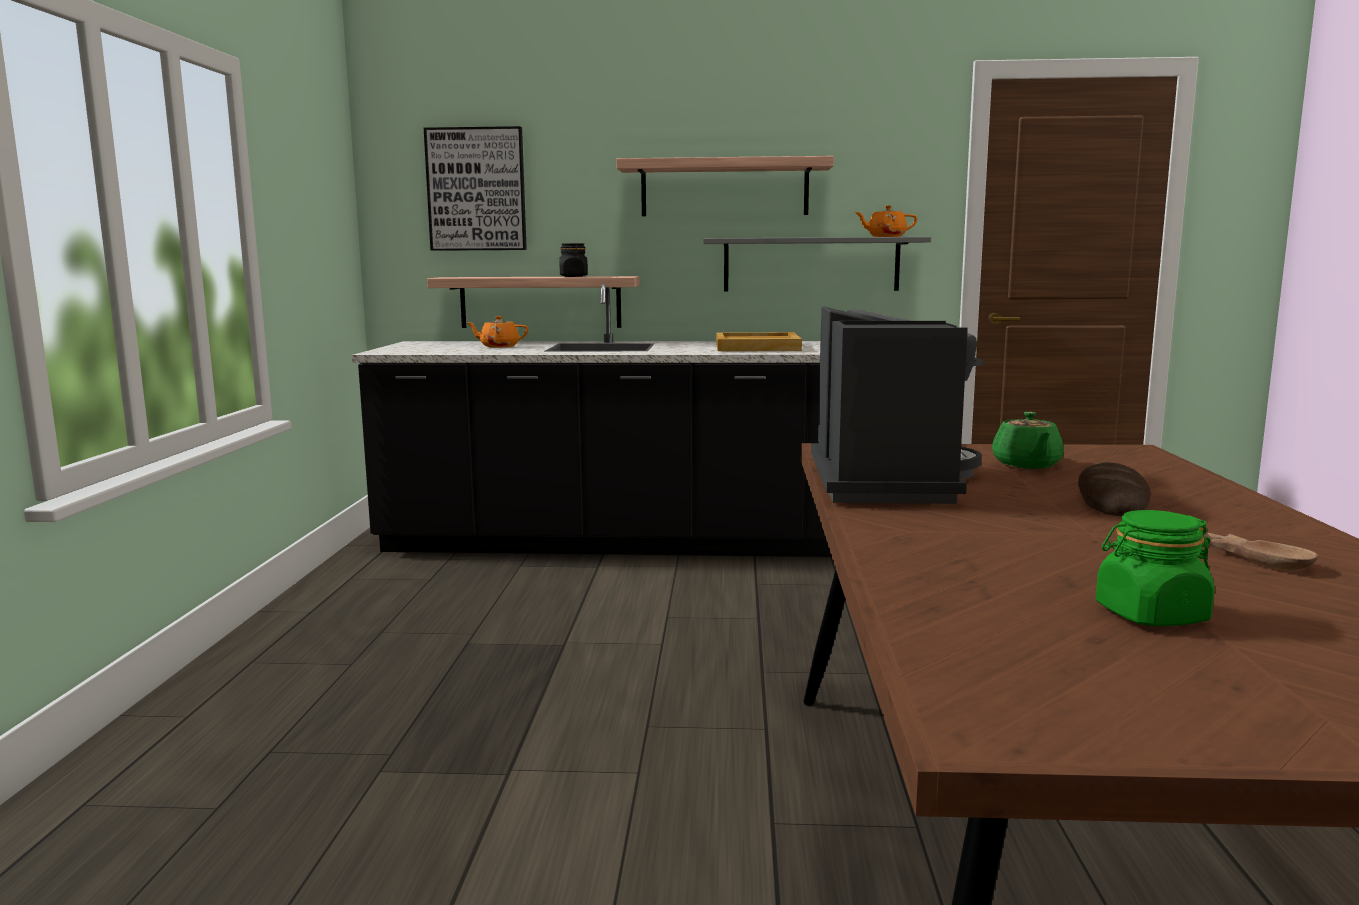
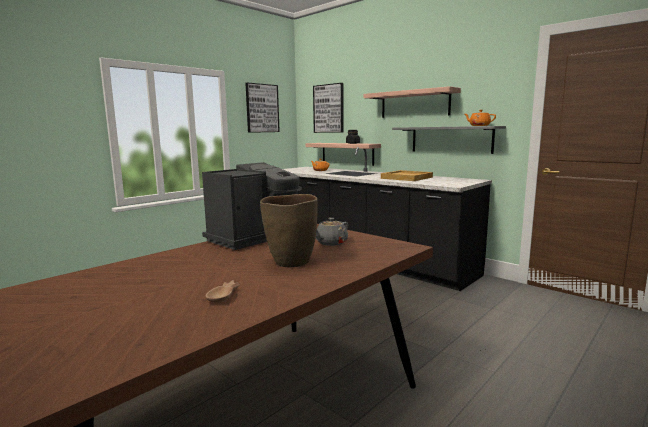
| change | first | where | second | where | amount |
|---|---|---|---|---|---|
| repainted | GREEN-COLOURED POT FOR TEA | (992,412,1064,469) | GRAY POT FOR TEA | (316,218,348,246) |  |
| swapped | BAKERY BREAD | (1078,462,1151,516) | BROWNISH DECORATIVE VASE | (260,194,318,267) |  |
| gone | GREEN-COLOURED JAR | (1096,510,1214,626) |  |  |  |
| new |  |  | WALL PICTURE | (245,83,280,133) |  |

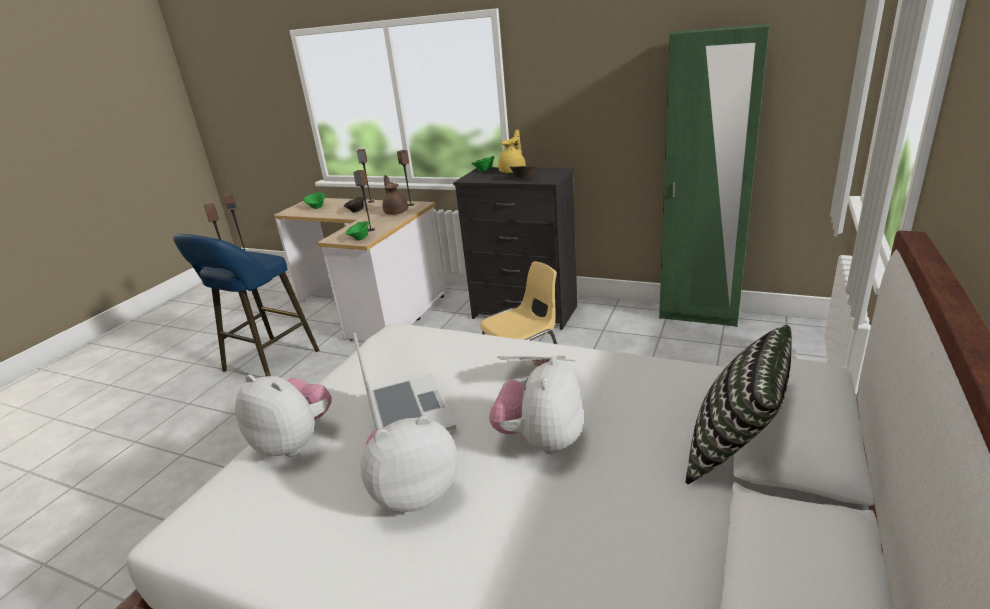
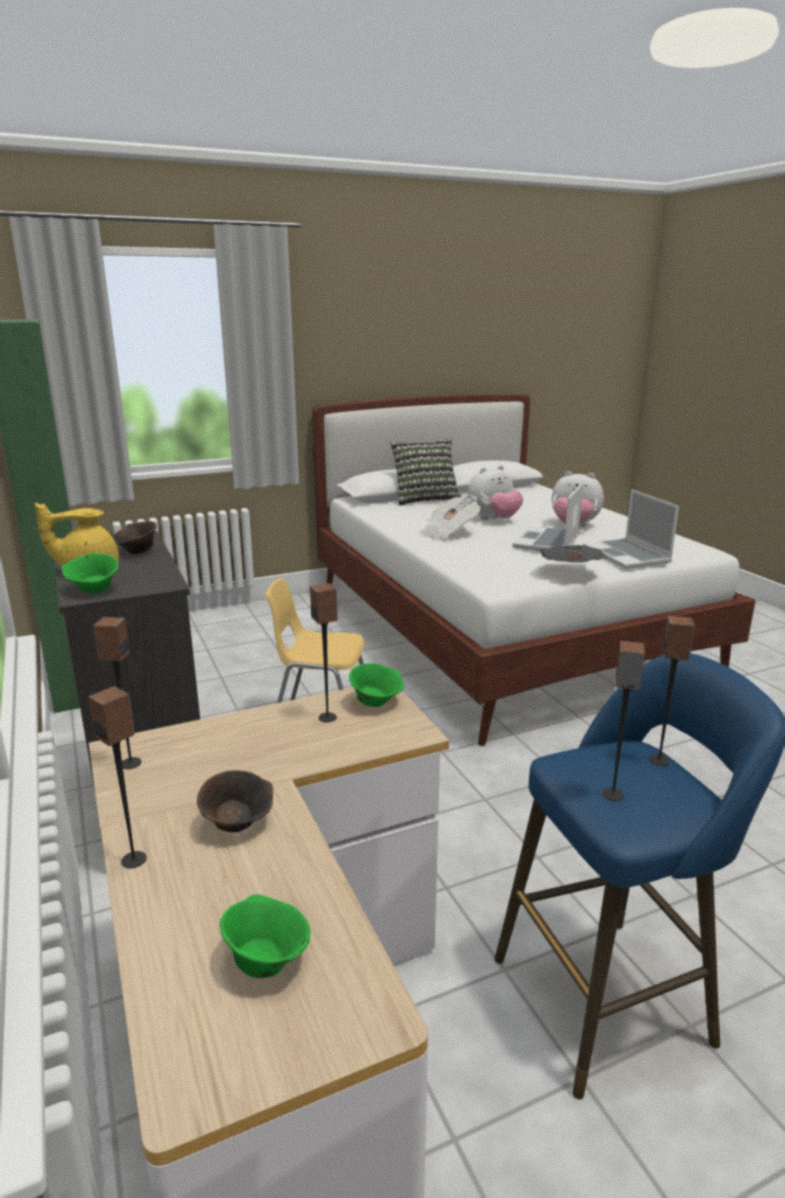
| change | first | where | second | where | amount |
|---|---|---|---|---|---|
| swapped | CUDDLY TOY | (235,374,332,457) | PORTABLE COMPUTER | (583,489,679,569) |  |
| gone | BROWNISH POT FOR TEA | (382,175,408,215) |  |  |  |
| new |  |  | NEWSPAPER | (538,545,607,563) |  |

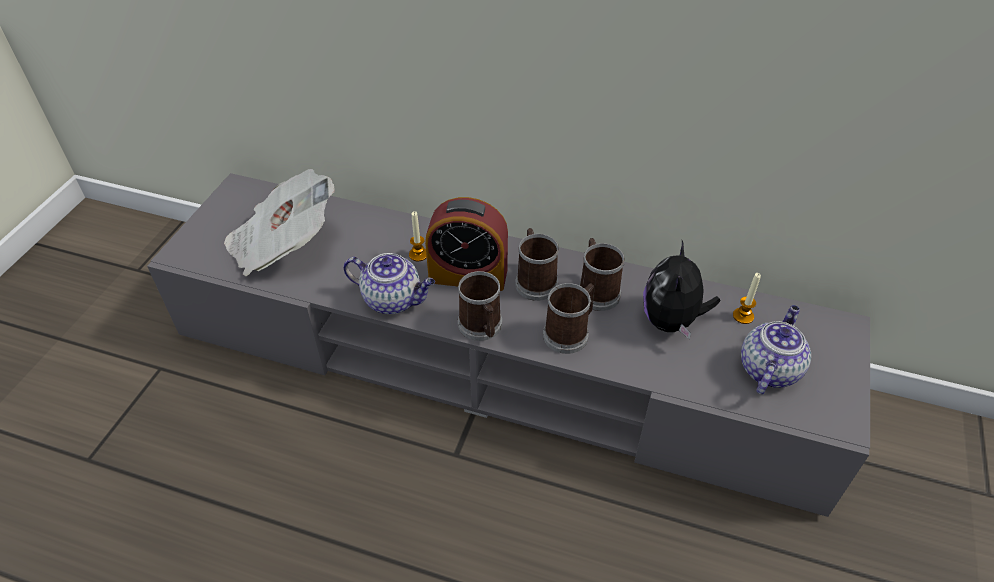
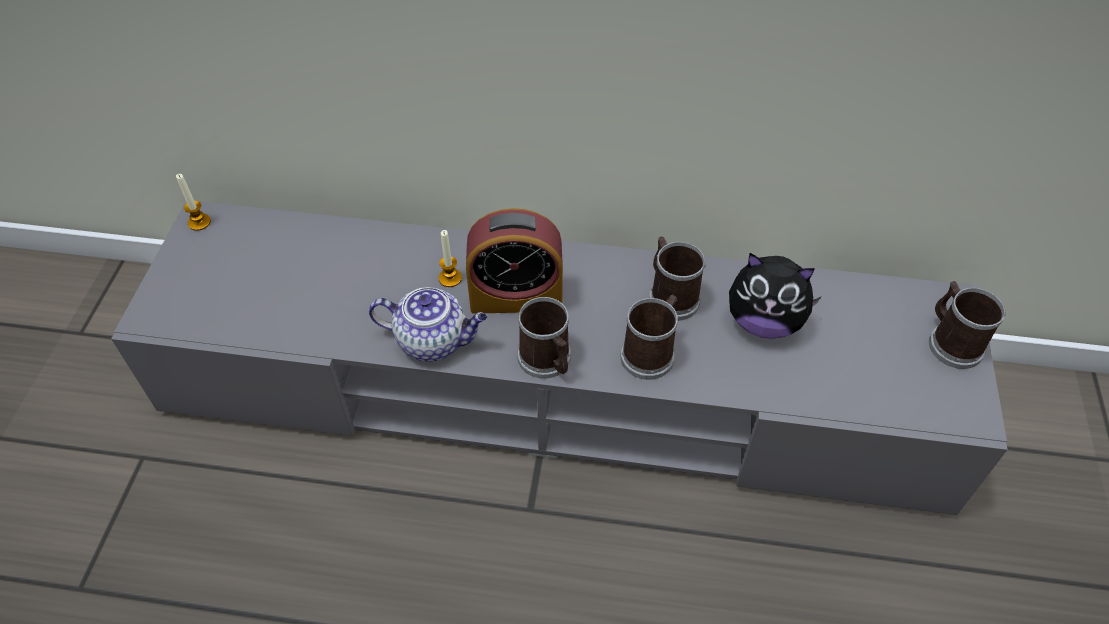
| change | first | where | second | where | amount |
|---|---|---|---|---|---|
| gone | NEWSPAPER | (224,169,335,277) |  |  |  |
| shifted | COFFEE MUG | (515,228,559,301) |  | (929,281,1006,369) |  |
| rotated | CUDDLY TOY | (643,241,720,339) |  | (729,253,822,339) | 75 degrees counterclockwise |
| shifted | CANDLE | (733,273,761,324) |  | (176,174,211,231) |  |
| gone | POT FOR TEA | (741,305,811,394) |  |  |  |

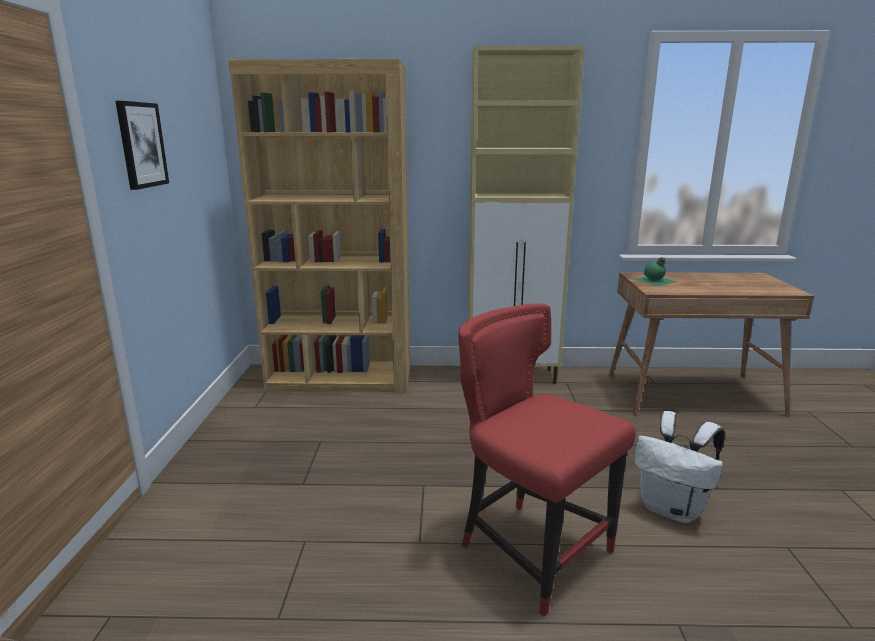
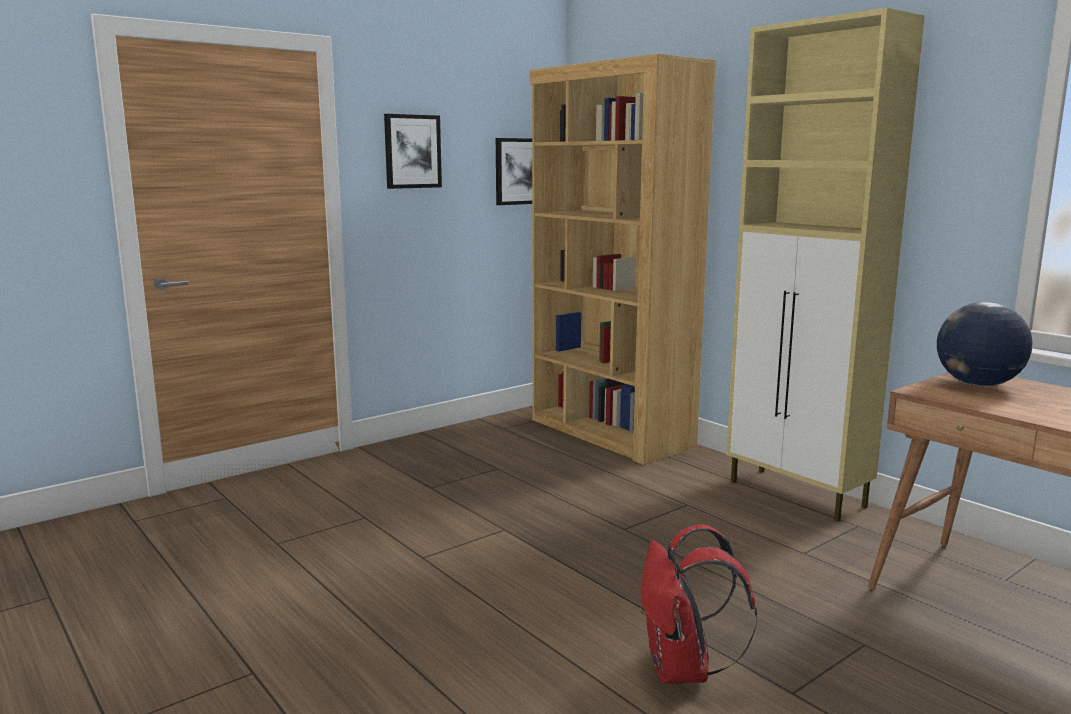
| change | first | where | second | where | amount |
|---|---|---|---|---|---|
| gone | RED-COLOURED CHAIR | (458,303,636,616) |  |  |  |
| swapped | GREEN-COLOURED BEVERAGE BOTTLE | (633,257,678,286) | GLOBE | (937,302,1033,386) |  |
| repainted | WHITE RUCKSACK | (634,411,725,523) | RED-COLOURED RUCKSACK | (640,524,757,684) |  |
| new |  |  | WALL PICTURE | (496,138,532,205) |  |

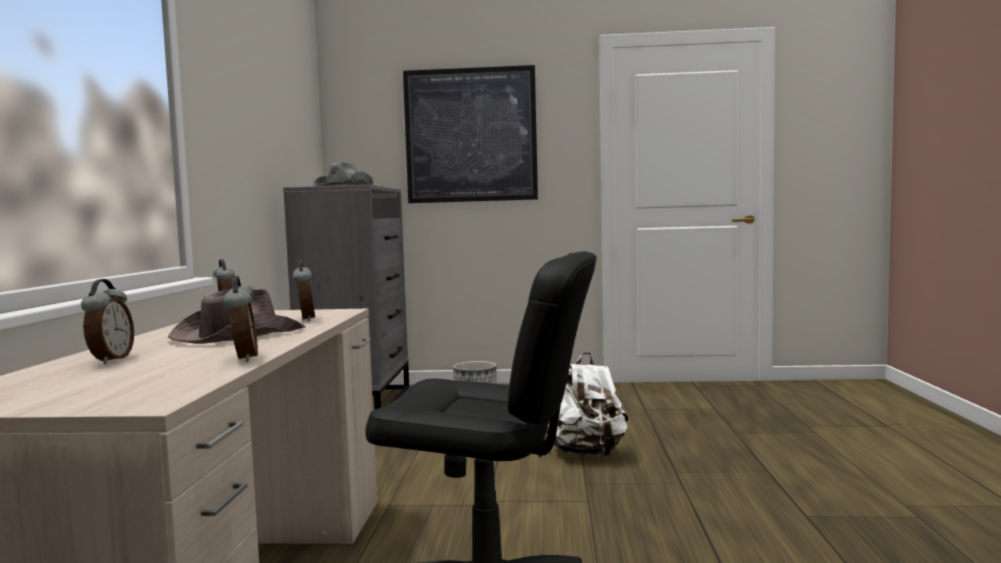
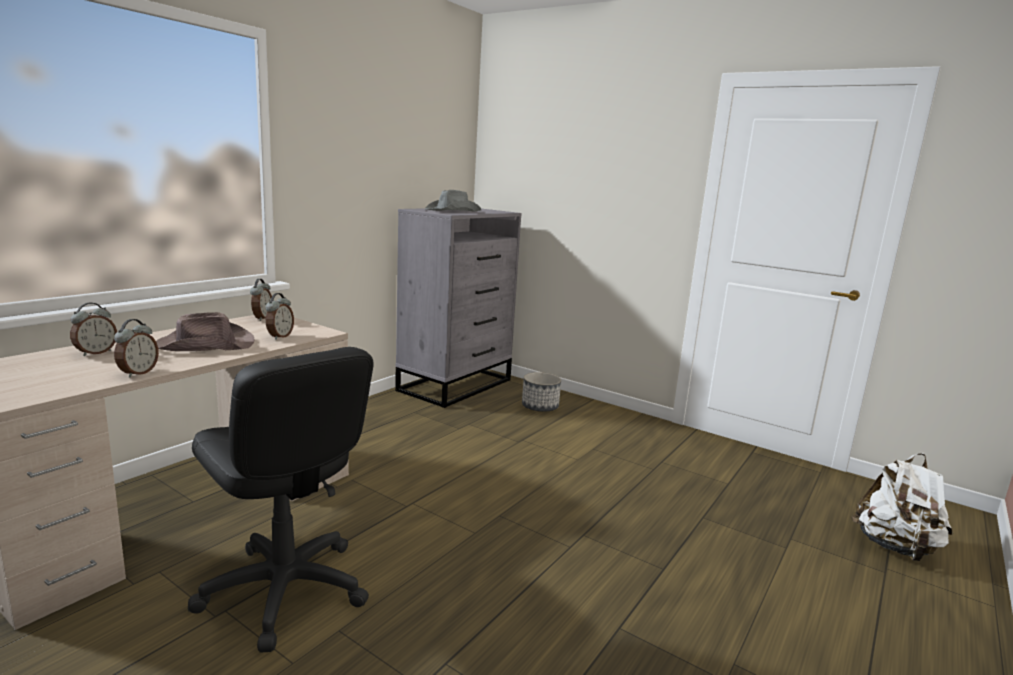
| change | first | where | second | where | amount |
|---|---|---|---|---|---|
| gone | WALL PICTURE | (403,65,538,203) |  |  |  |
| shifted | WHITE RUCKSACK | (544,352,629,456) |  | (851,453,953,561) |  |

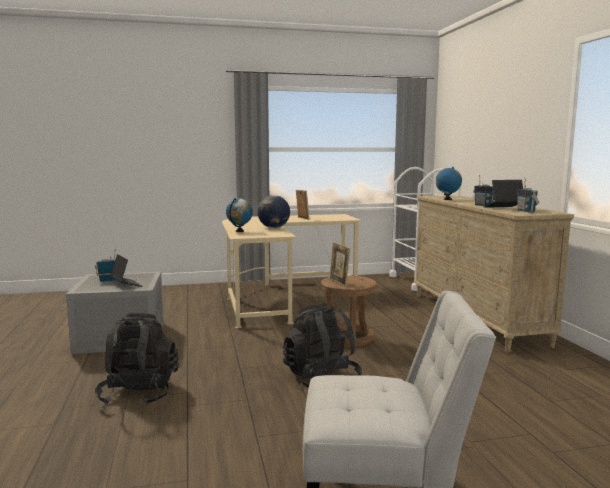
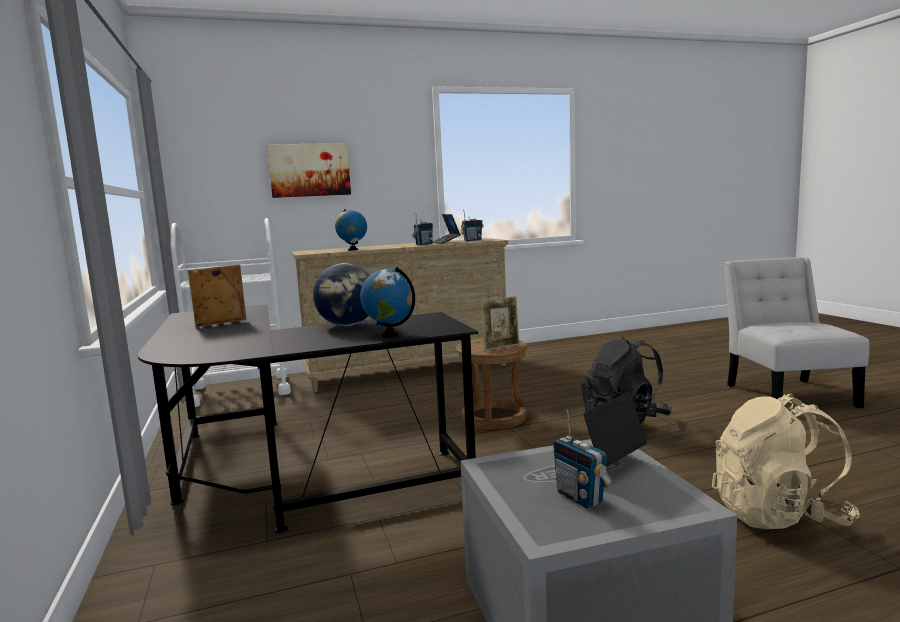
| change | first | where | second | where | amount |
|---|---|---|---|---|---|
| repainted | BLACK RUCKSACK | (95,313,179,405) | BEIGE-COLOURED RUCKSACK | (712,394,860,529) |  |
| repainted | BEIGE-COLOURED DESK UNIT | (222,214,361,328) | BLACK DESK UNIT | (138,305,478,533) |  |
| new |  |  | WALL PICTURE | (267,143,351,198) |  |

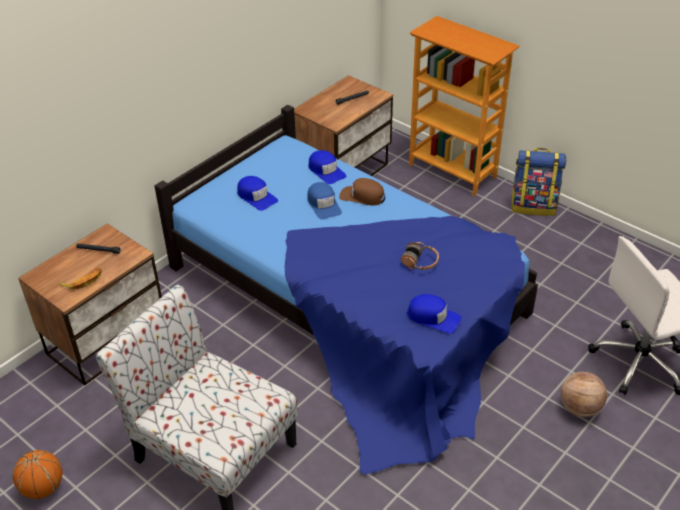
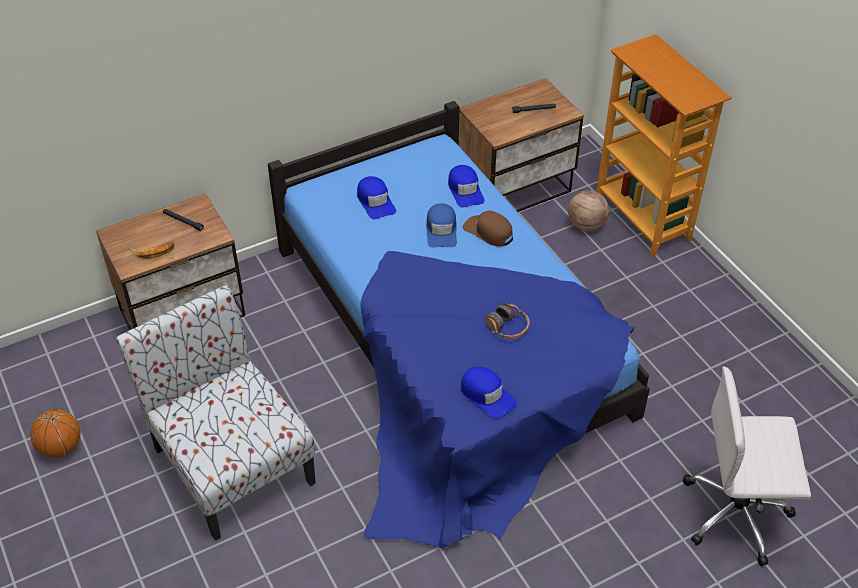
| change | first | where | second | where | amount |
|---|---|---|---|---|---|
| gone | RUCKSACK | (511,148,566,216) |  |  |  |
| shifted | BASKETBALL | (561,372,607,417) |  | (568,190,609,231) |  |

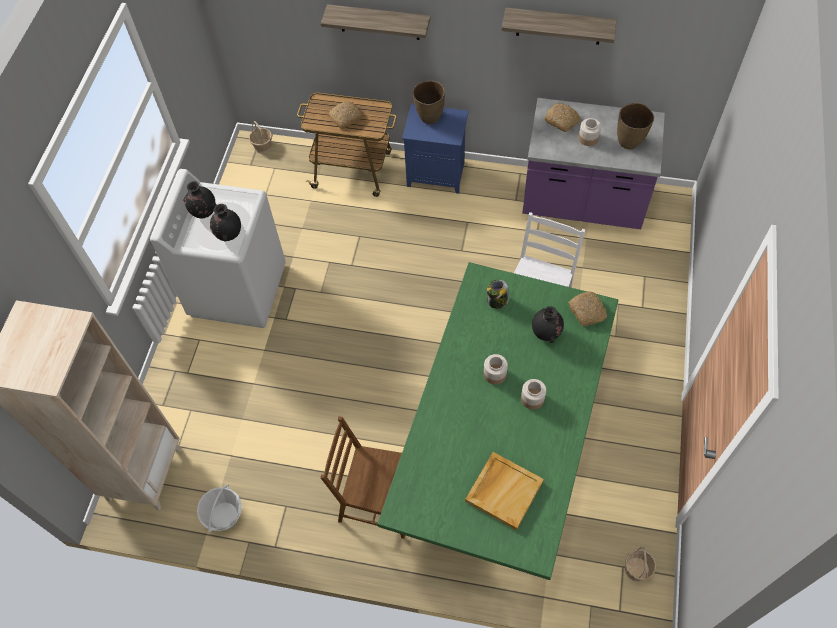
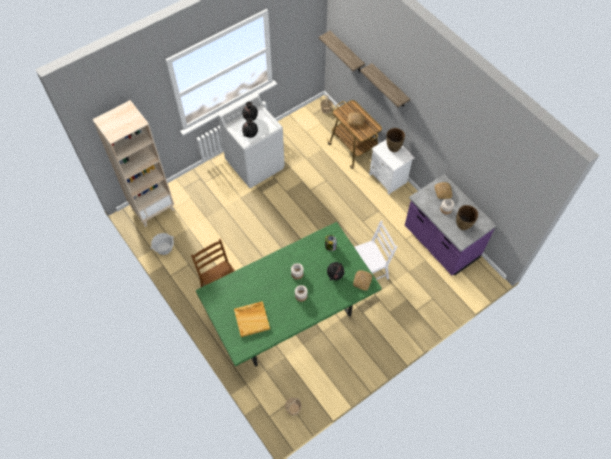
| change | first | where | second | where | amount |
|---|---|---|---|---|---|
| repainted | BLUE BEDSIDE TABLE | (402,104,469,194) | WHITE BEDSIDE TABLE | (369,140,415,195) |  |
| shifted | BRACKET SHELF | (502,8,617,45) |  | (319,31,365,72) |  |

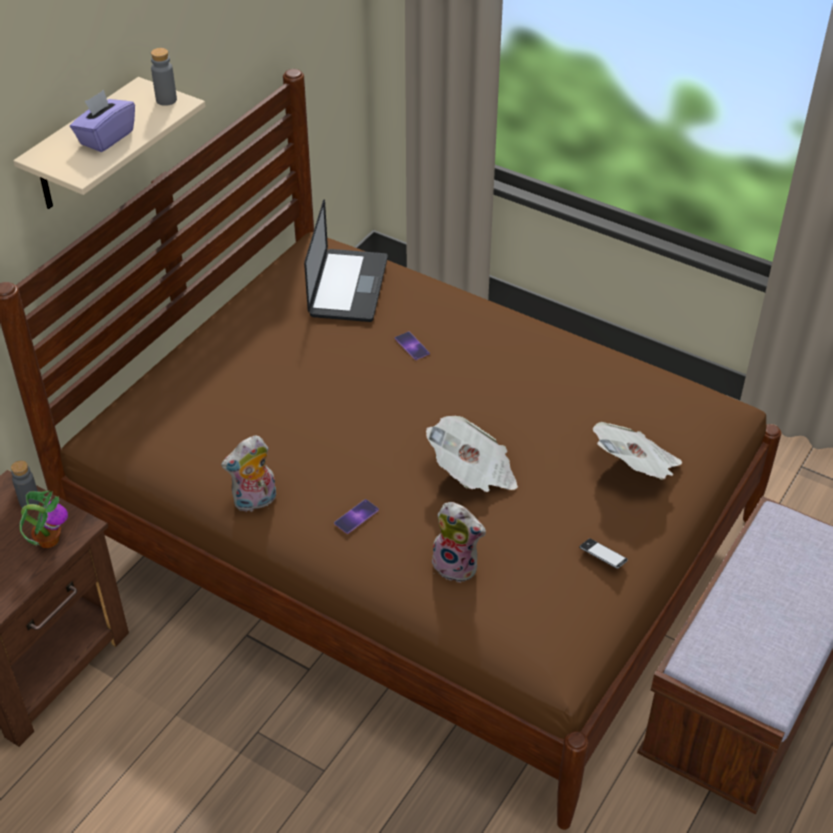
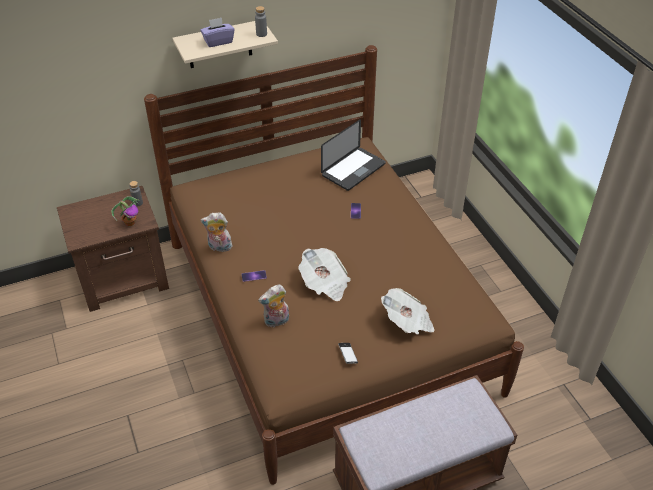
| change | first | where | second | where | amount |
|---|---|---|---|---|---|
| rotated | CUDDLY TOY | (432,502,486,583) |  | (258,284,289,328) | 90 degrees clockwise |

